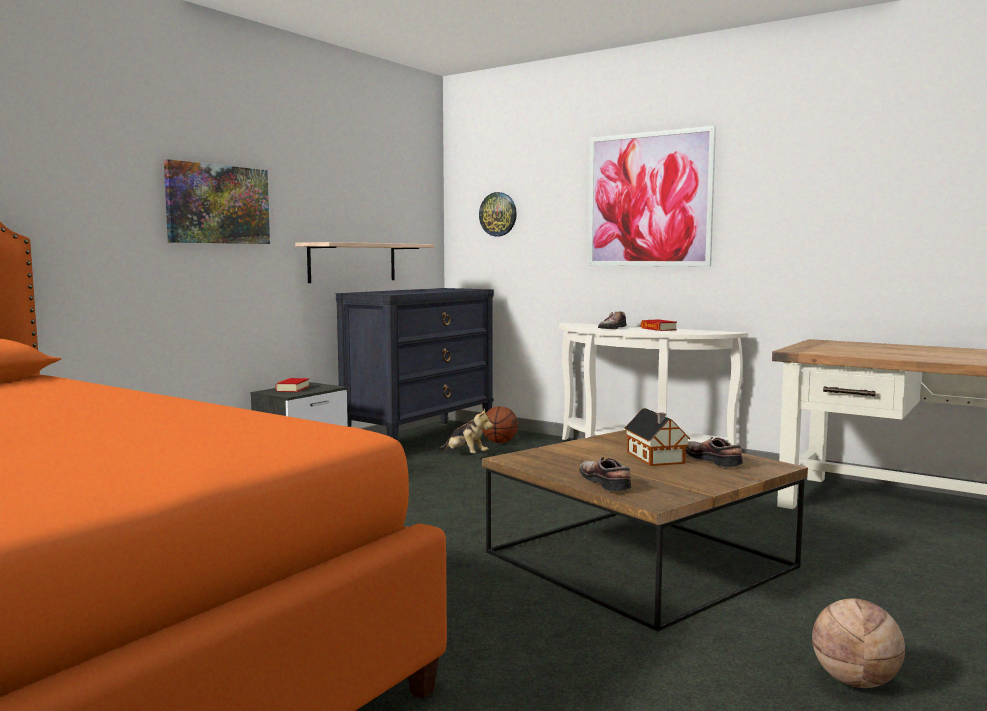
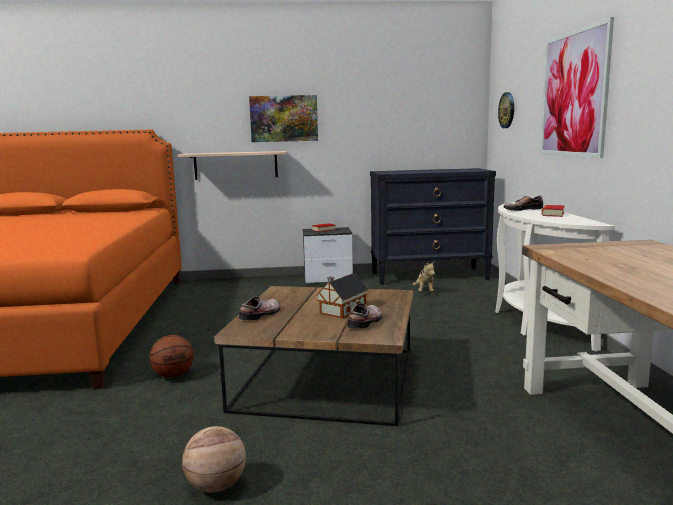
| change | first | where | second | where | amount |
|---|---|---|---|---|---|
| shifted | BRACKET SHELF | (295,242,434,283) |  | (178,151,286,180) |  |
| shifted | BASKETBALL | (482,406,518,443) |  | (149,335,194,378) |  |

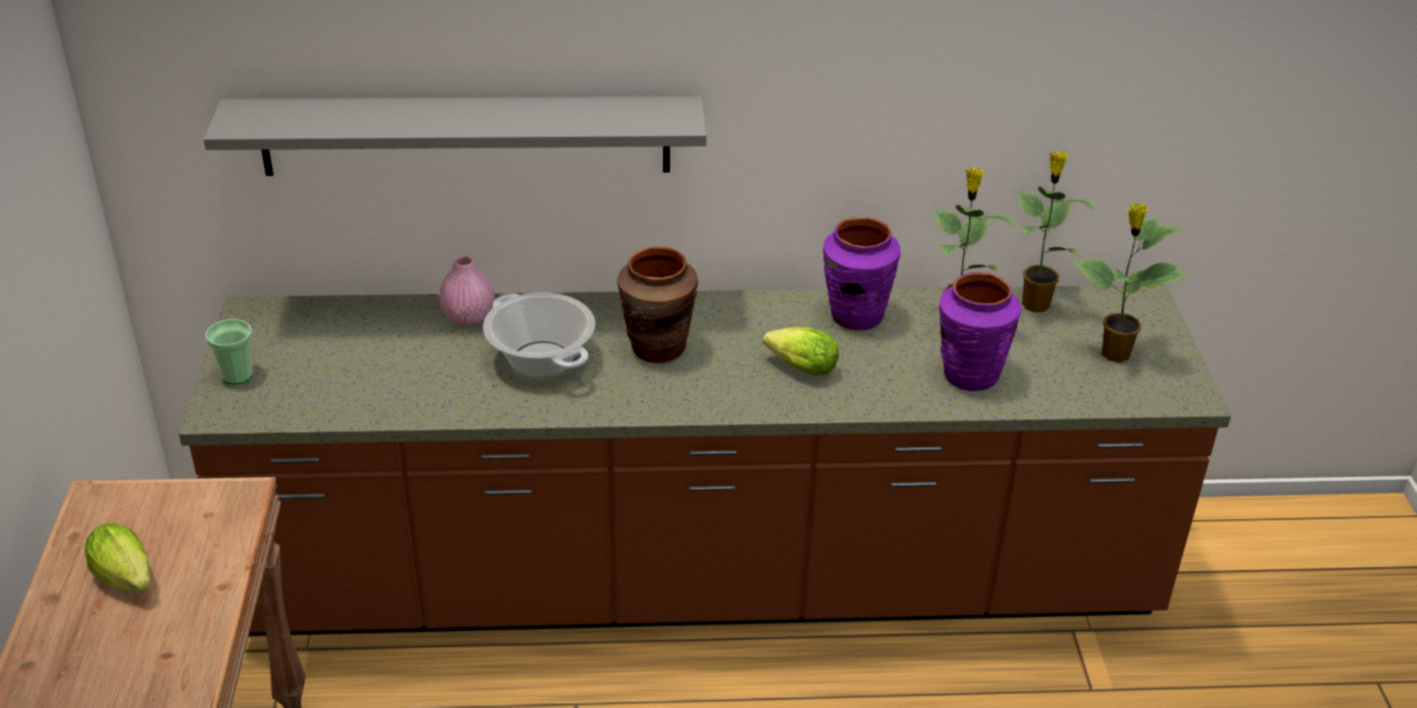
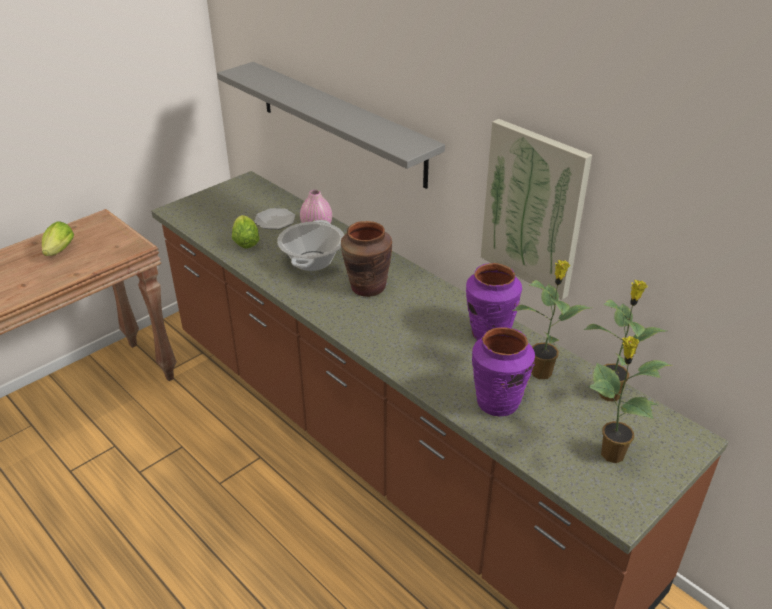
| change | first | where | second | where | amount |
|---|---|---|---|---|---|
| gone | SMALL CUP | (205,319,253,385) |  |  |  |
| shifted | HEAD OF LETTUCE | (763,327,839,376) |  | (232,215,260,248) |  |
| new |  |  | FLAT DISH | (254,208,295,229) |  |
| new |  |  | WALL PICTURE | (481,119,592,300) |  |

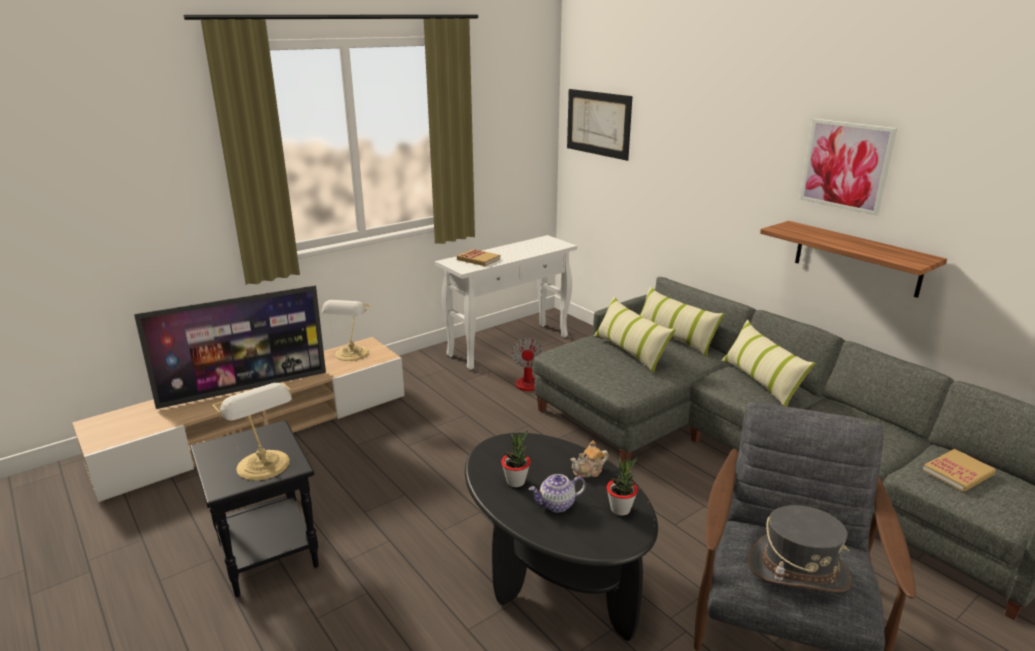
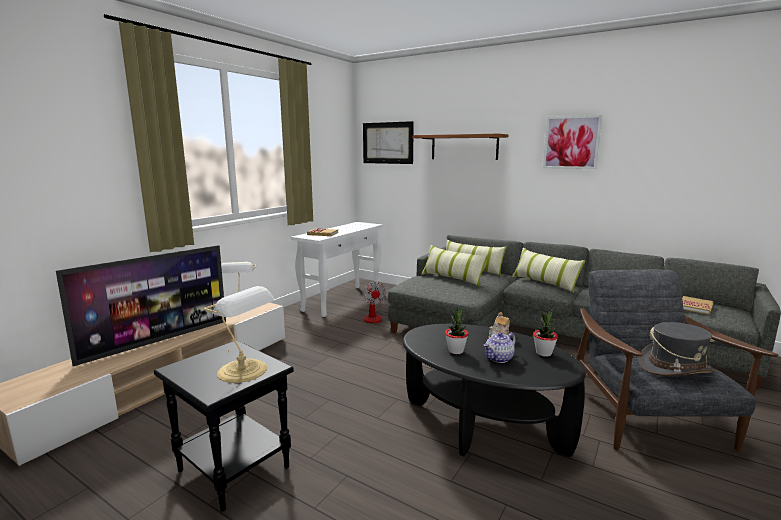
| change | first | where | second | where | amount |
|---|---|---|---|---|---|
| shifted | BRACKET SHELF | (760,221,947,298) |  | (412,134,508,160) |  |

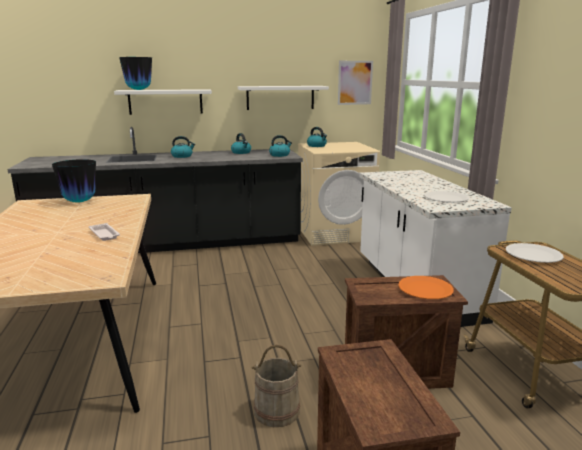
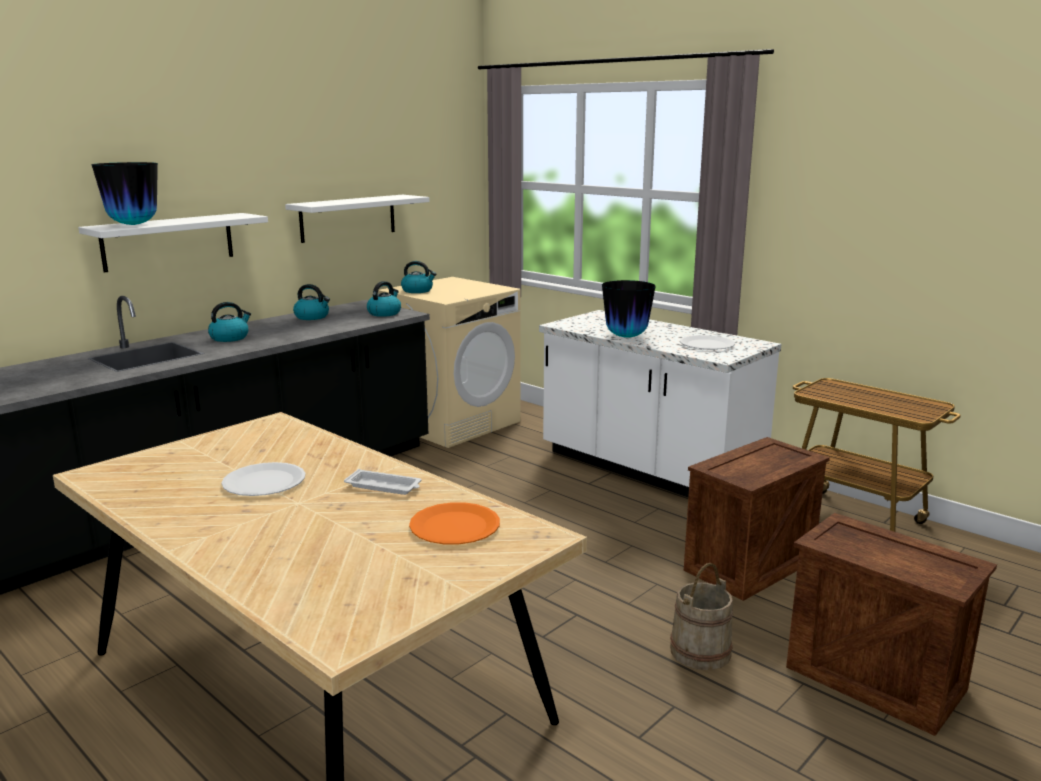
| change | first | where | second | where | amount |
|---|---|---|---|---|---|
| shifted | DECORATIVE VASE | (52,159,96,202) |  | (602,280,656,338) |  |
| gone | WALL PICTURE | (338,61,373,105) |  |  |  |
| shifted | ORANGEY FLAT DISH | (398,276,454,299) |  | (409,502,500,544) |  |
| shifted | WHITE FLAT DISH | (506,243,564,263) |  | (222,462,306,496) |  |

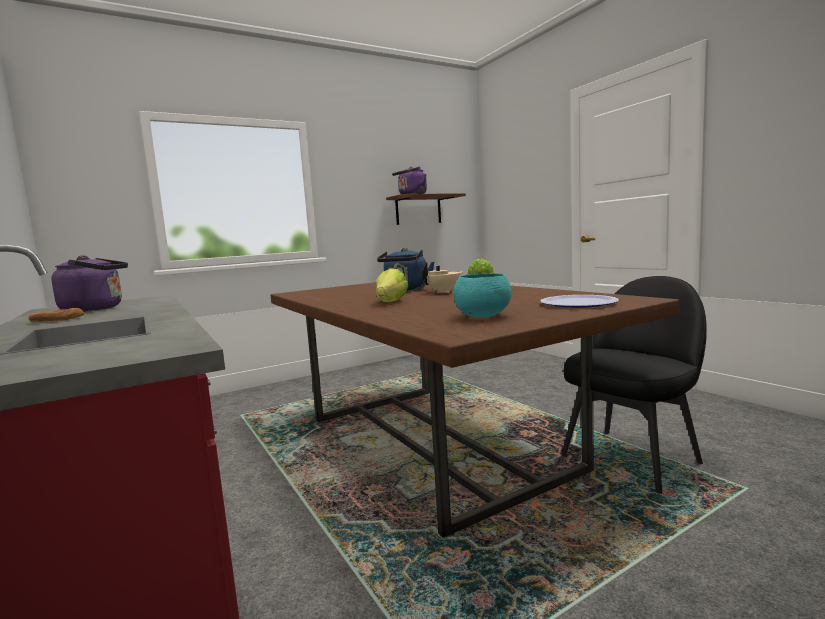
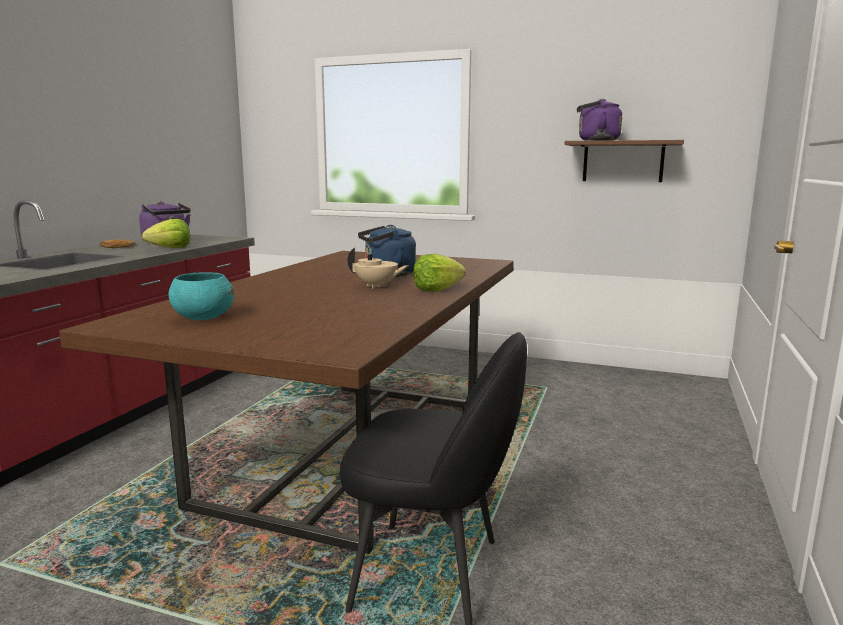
| change | first | where | second | where | amount |
|---|---|---|---|---|---|
| shifted | HEAD OF LETTUCE | (376,268,409,302) |  | (142,219,190,248) |  |
| gone | FLAT DISH | (540,295,619,308) |  |  |  |

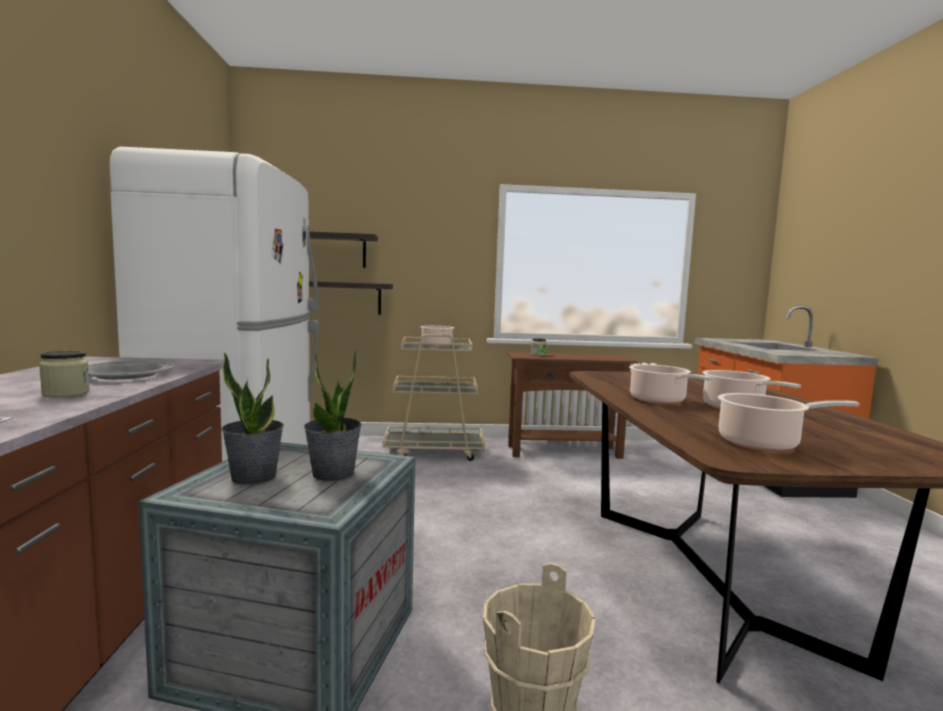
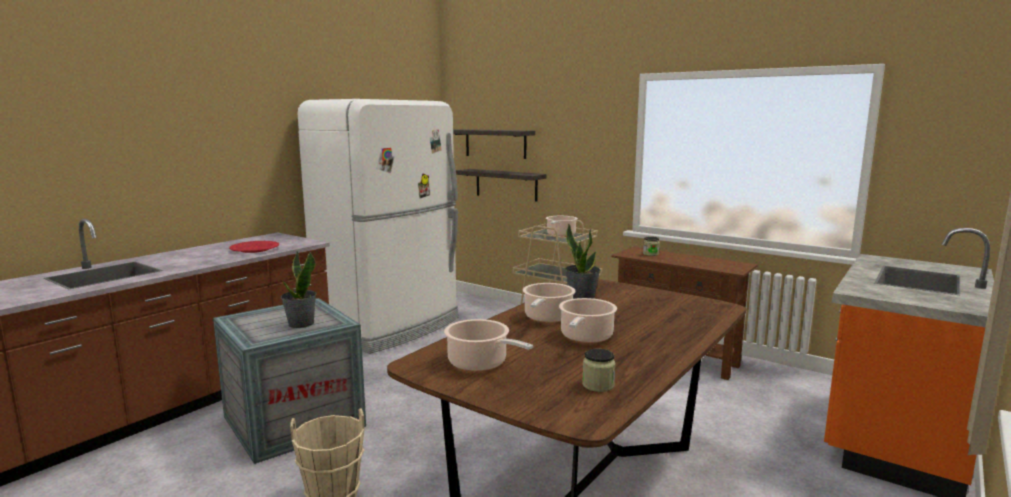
| change | first | where | second | where | amount |
|---|---|---|---|---|---|
| shifted | JAR | (39,351,90,397) |  | (582,349,616,392) |  |
| repainted | GRAY FLAT DISH | (88,361,174,380) | RED-COLOURED FLAT DISH | (229,241,279,253) |  |
| shifted | POTTED PLANT | (221,352,284,485) |  | (565,223,601,299) |  |

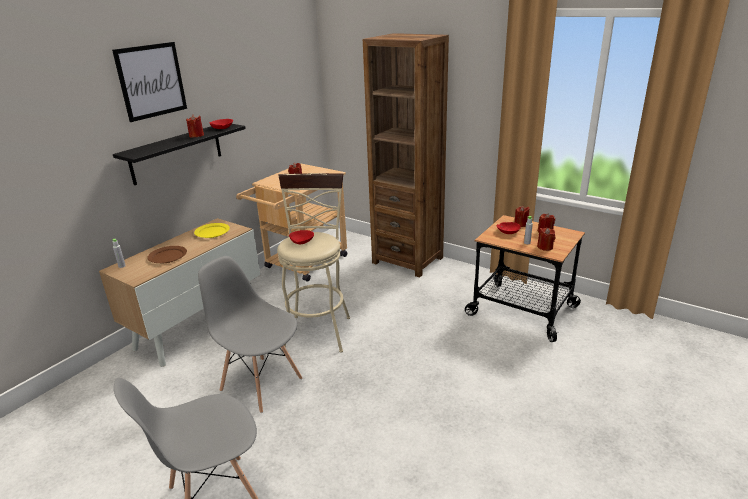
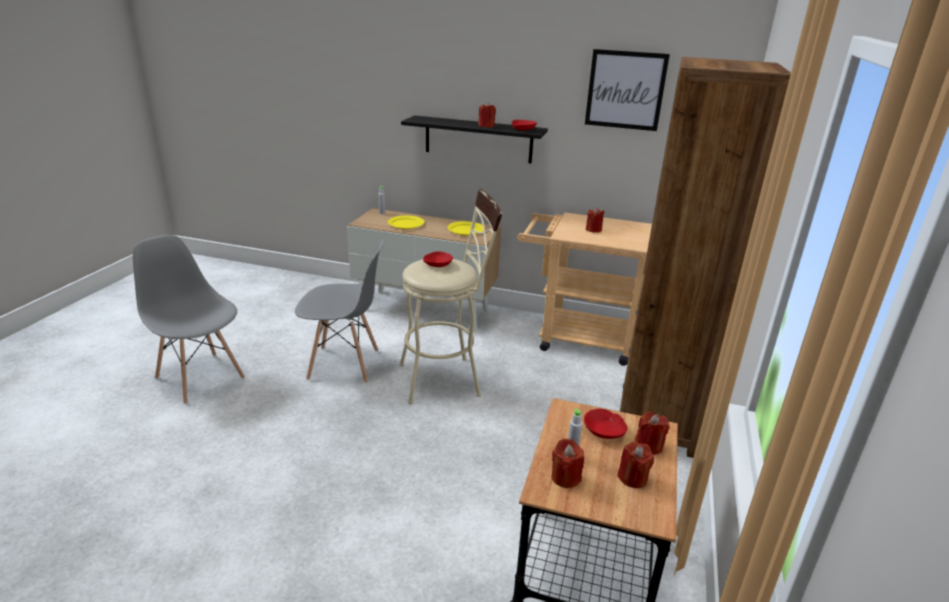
| change | first | where | second | where | amount |
|---|---|---|---|---|---|
| shifted | WALL PICTURE | (112,42,187,122) |  | (585,49,670,131) |  |
| repainted | BROWNISH FLAT DISH | (147,246,187,263) | YELLOWISH FLAT DISH | (388,215,425,229) |  |
| rotated | GRAY CHAIR | (198,256,302,413) |  | (295,240,384,383) | 75 degrees clockwise |

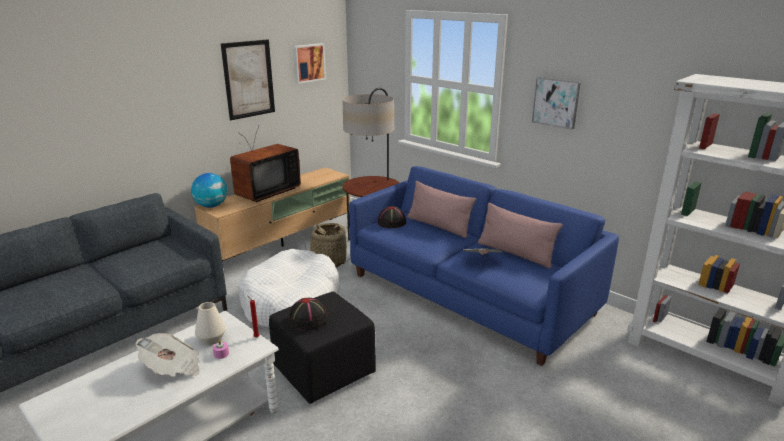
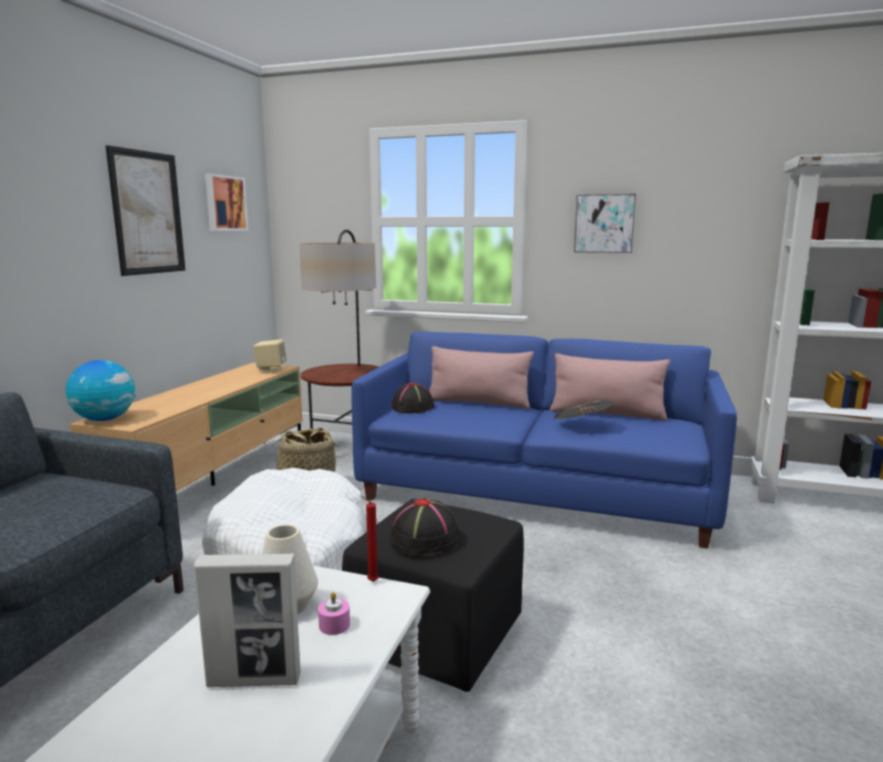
| change | first | where | second | where | amount |
|---|---|---|---|---|---|
| swapped | NEWSPAPER | (136,333,199,377) | PICTURE FRAME | (194,554,301,687) |  |
| gone | TV SET | (230,126,301,202) |  |  |  |
| new |  |  | BEIGE-COLOURED AUDIO SPEAKER | (253,339,286,373) |  |

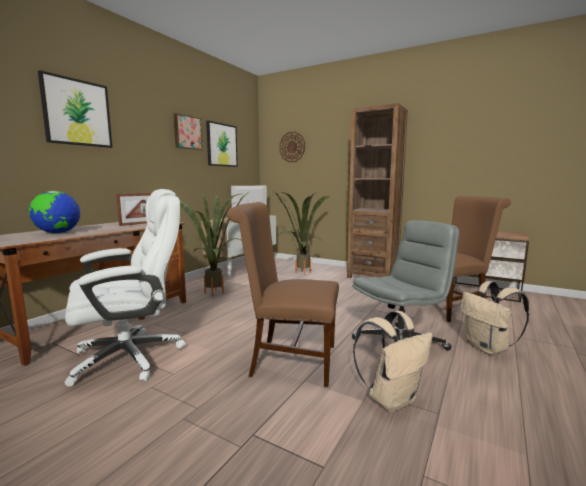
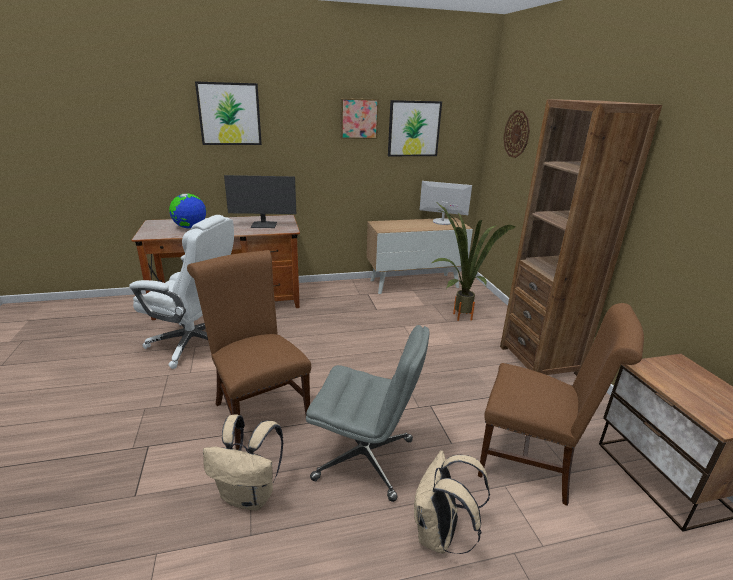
| change | first | where | second | where | amount |
|---|---|---|---|---|---|
| swapped | PICTURE FRAME | (116,193,152,226) | MONITOR | (224,175,296,228) |  |
| gone | POTTED PLANT | (180,191,250,296) |  |  |  |

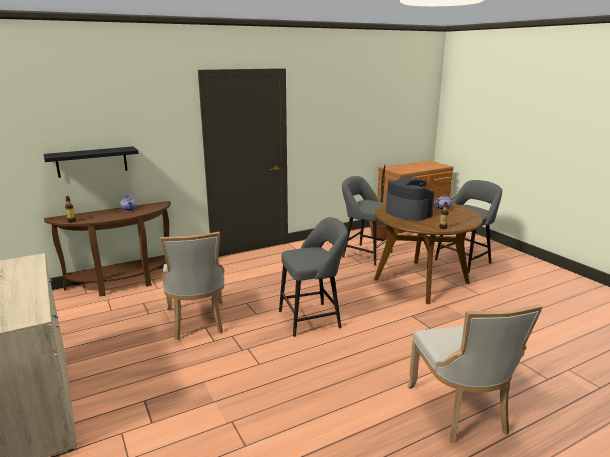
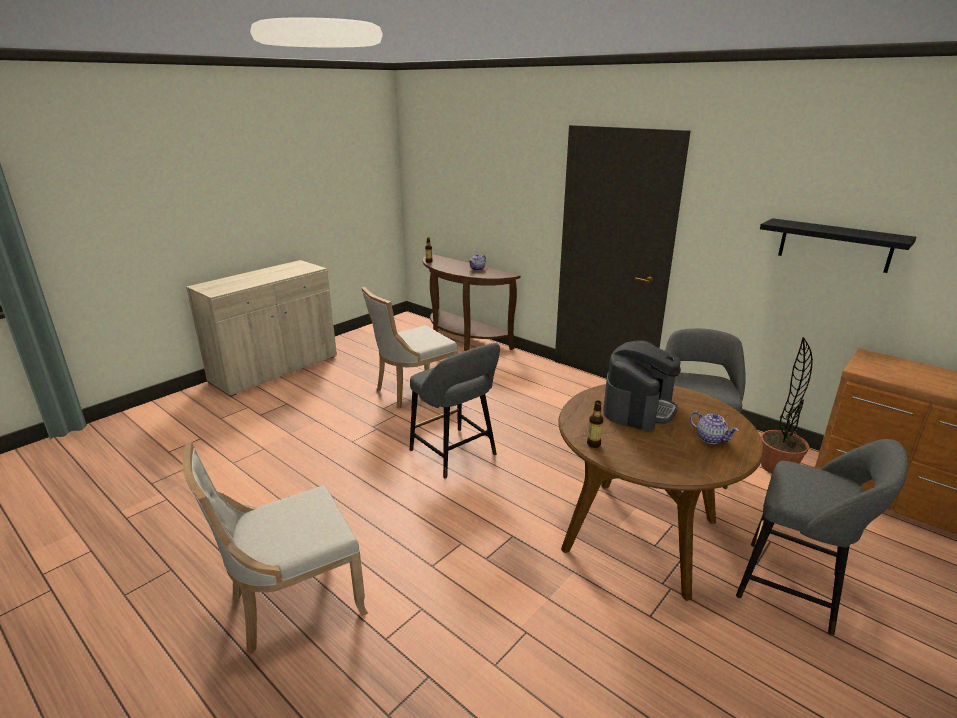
| change | first | where | second | where | amount |
|---|---|---|---|---|---|
| shifted | BLACK BRACKET SHELF | (44,146,139,178) |  | (760,218,916,273) |  |

